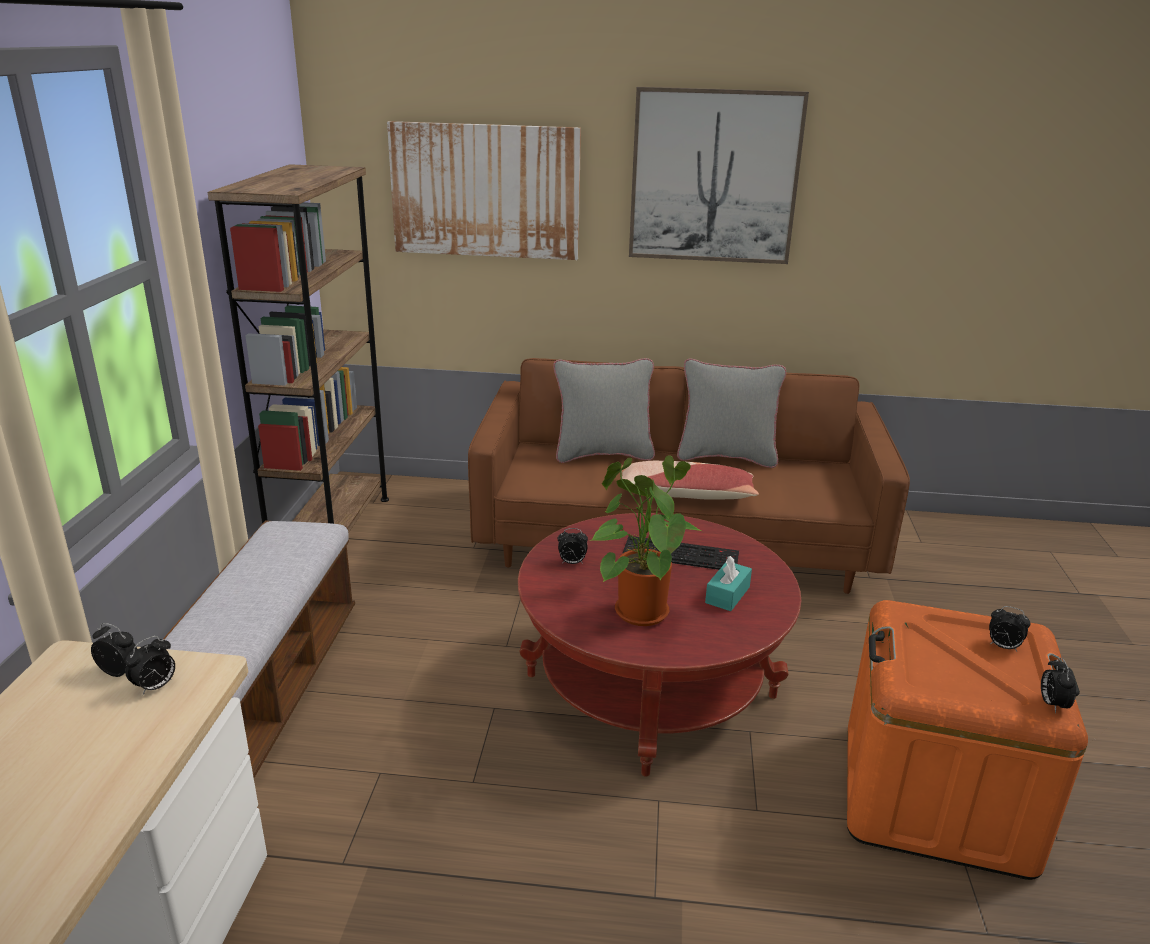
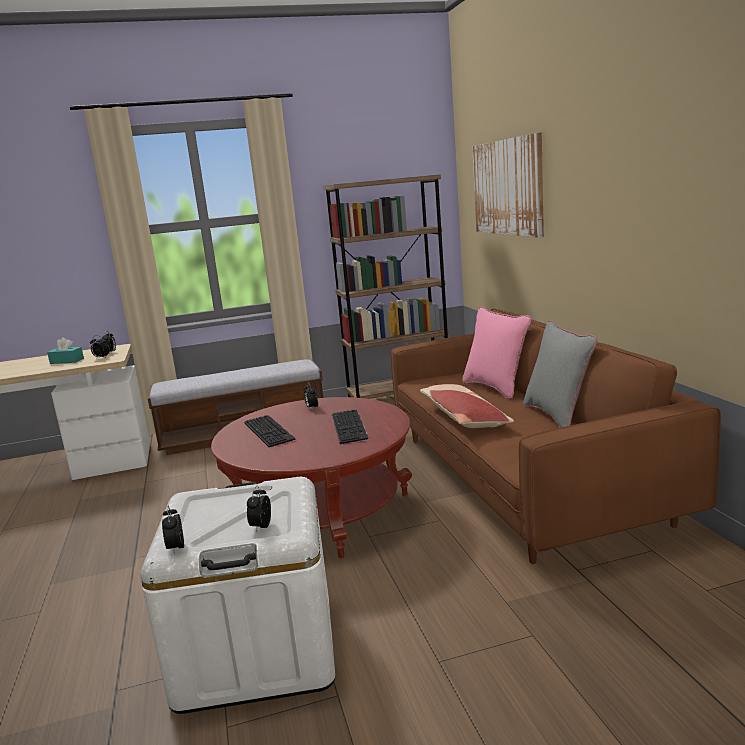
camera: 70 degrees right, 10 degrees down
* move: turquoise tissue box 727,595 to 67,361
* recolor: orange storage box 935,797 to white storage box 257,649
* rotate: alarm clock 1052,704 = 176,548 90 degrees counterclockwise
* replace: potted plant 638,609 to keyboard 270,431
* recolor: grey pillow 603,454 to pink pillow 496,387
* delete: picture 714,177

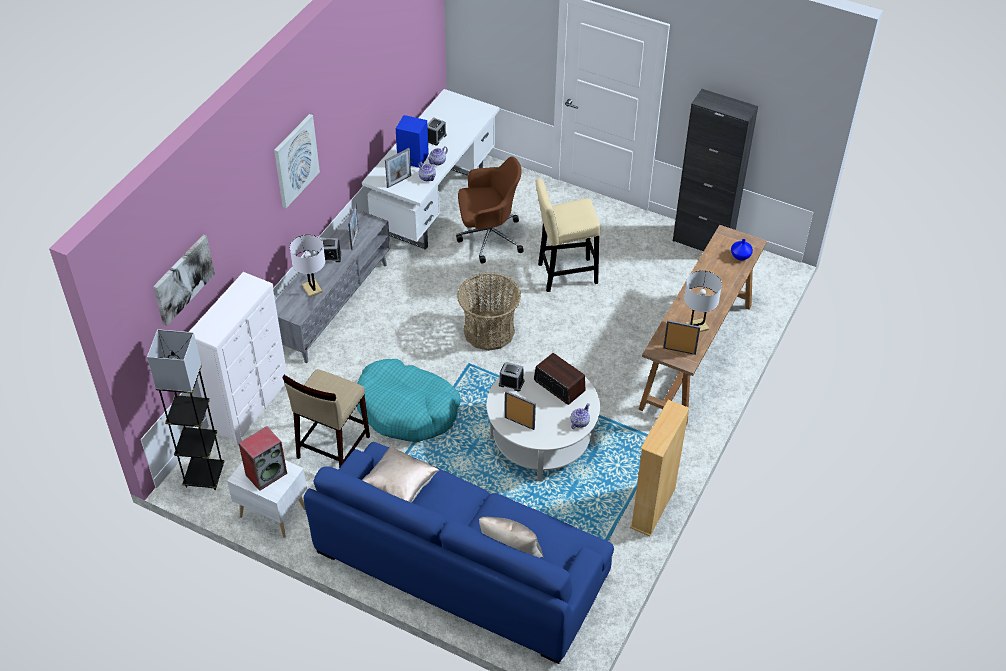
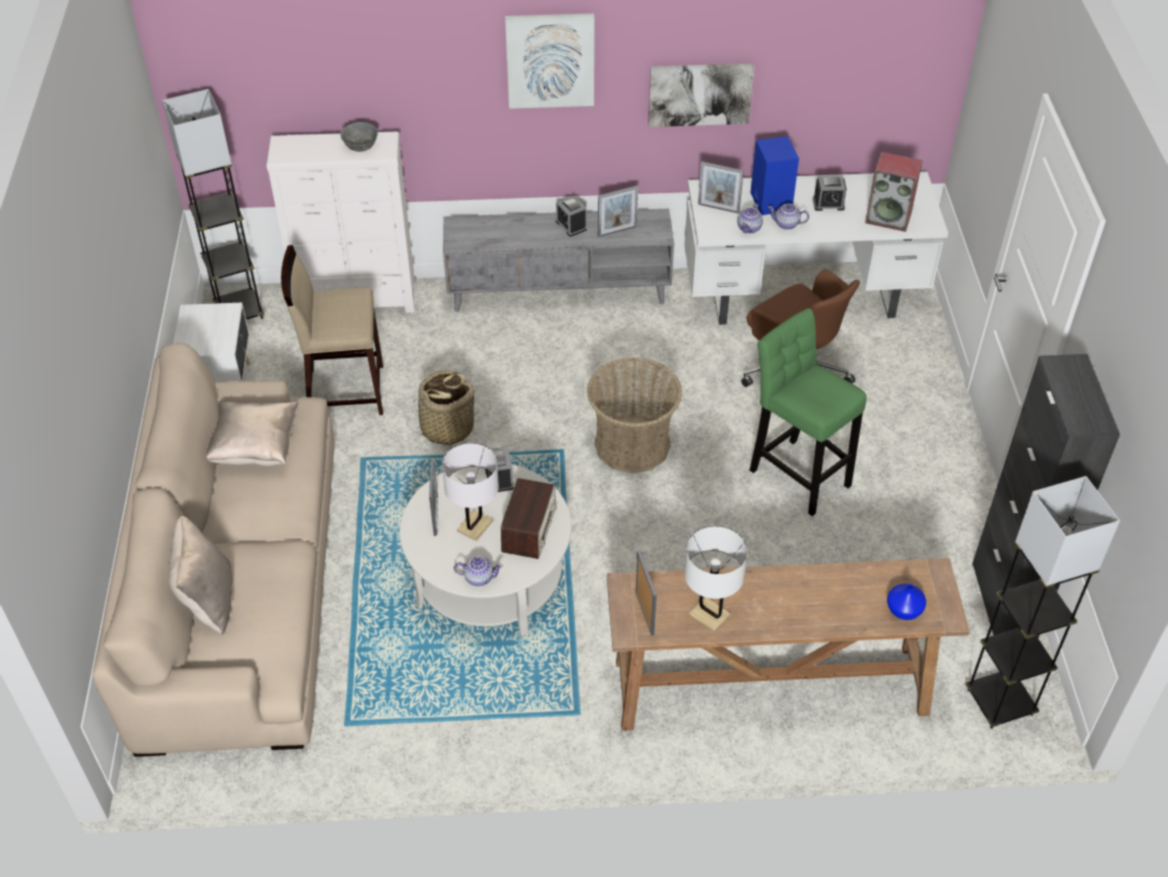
camera: 60 degrees right, 0 degrees up
* recolor: blue sofa 461,563 to beige sofa 241,586
* insert: grey bowl 361,147
* replace: turquoise dog bed 407,409 to basket 447,428
* move: white table lamp 312,288 to 475,526
* move: picture 183,279 to 700,93
* recolor: beige stool 564,274 to green stool 796,473
* move: speaker 266,473 to 889,217
* insert: grey floor lamp 999,702
* delete: beige bookcase 653,508

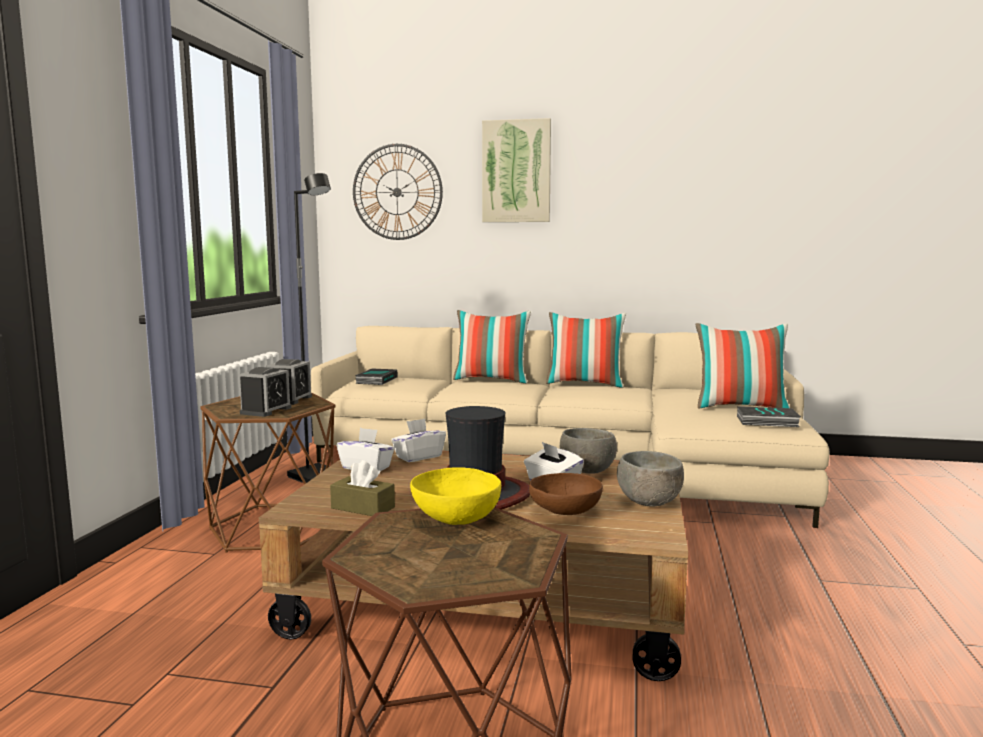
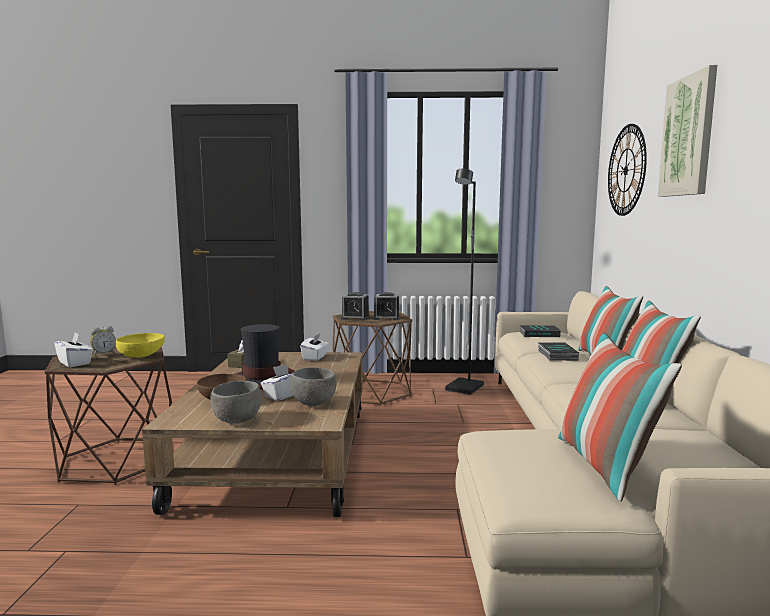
camera: 80 degrees right, 0 degrees up
* move: white tissue box 418,457 to 75,363
* insert: alarm clock 104,354
* move: book 766,422 to 556,355

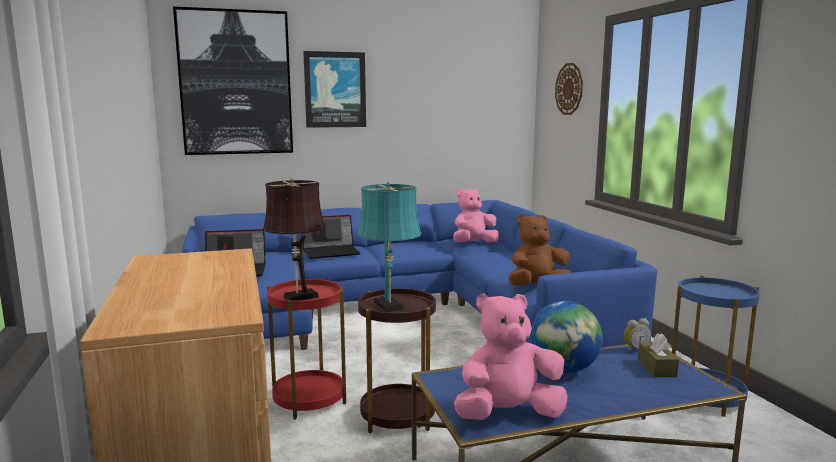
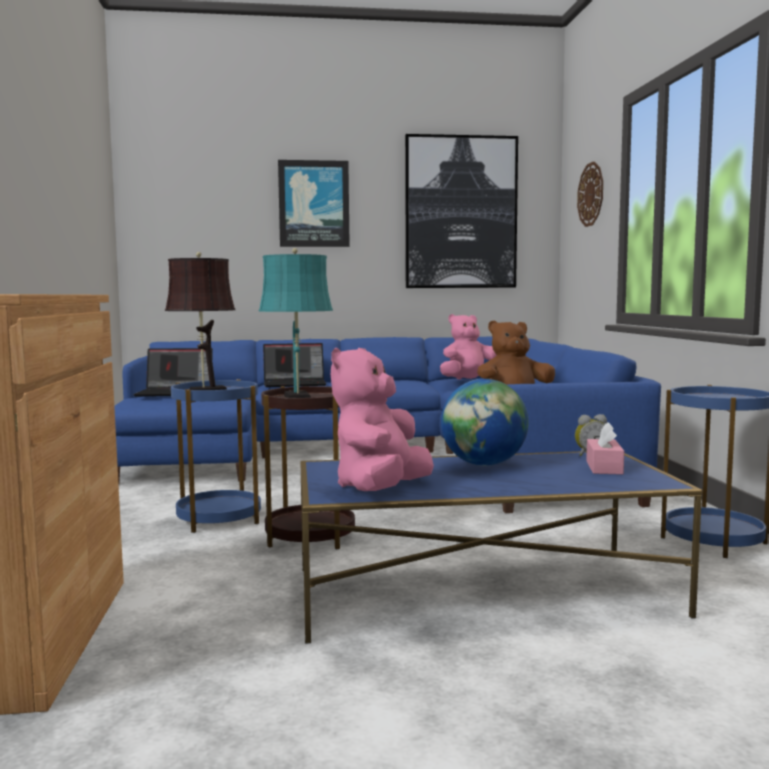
camera: 10 degrees right, 5 degrees down
* recolor: red side table 309,400 to blue side table 219,519
* rotate: pink plush toy 508,414 = 381,490 60 degrees counterclockwise
* move: picture 236,83 to 460,212
* recolor: brown tissue box 656,368 to pink tissue box 604,467

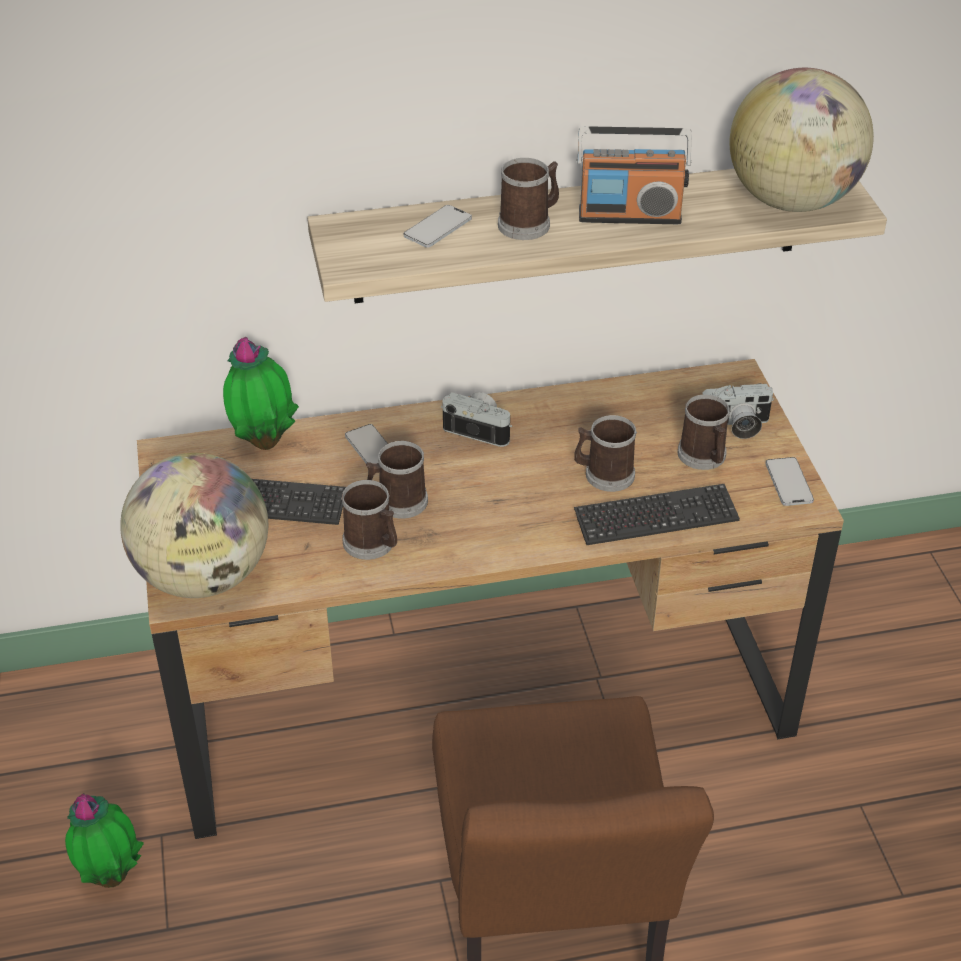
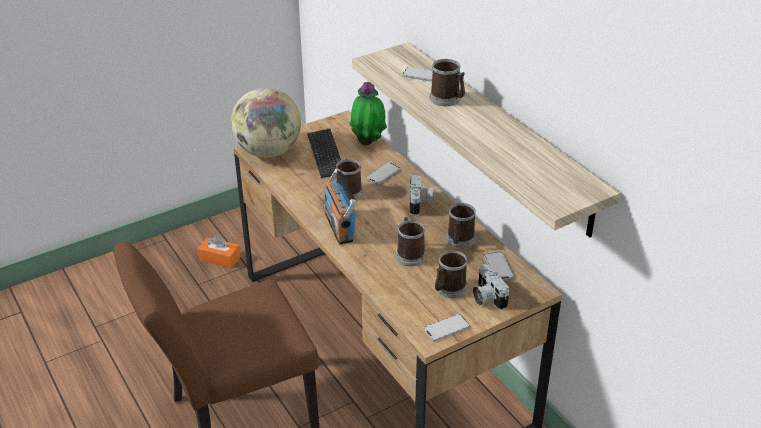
camera: 70 degrees right, 5 degrees down
* replace: potted plant 111,875 to orange tissue box 220,259
* move: radio 629,215 to 339,226
* move: mug 373,544 to 459,240
* insert: phone 498,267
* delete: keyboard 656,517
* delete: globe 791,201

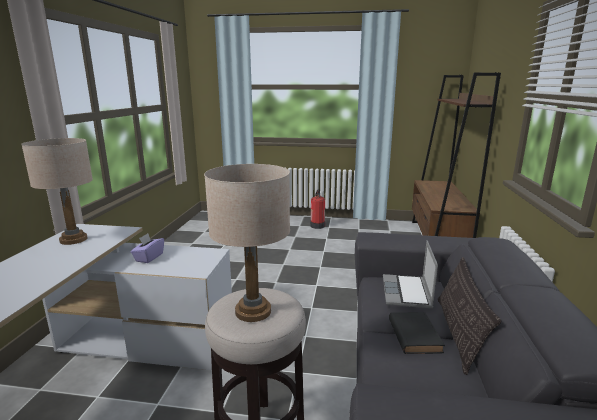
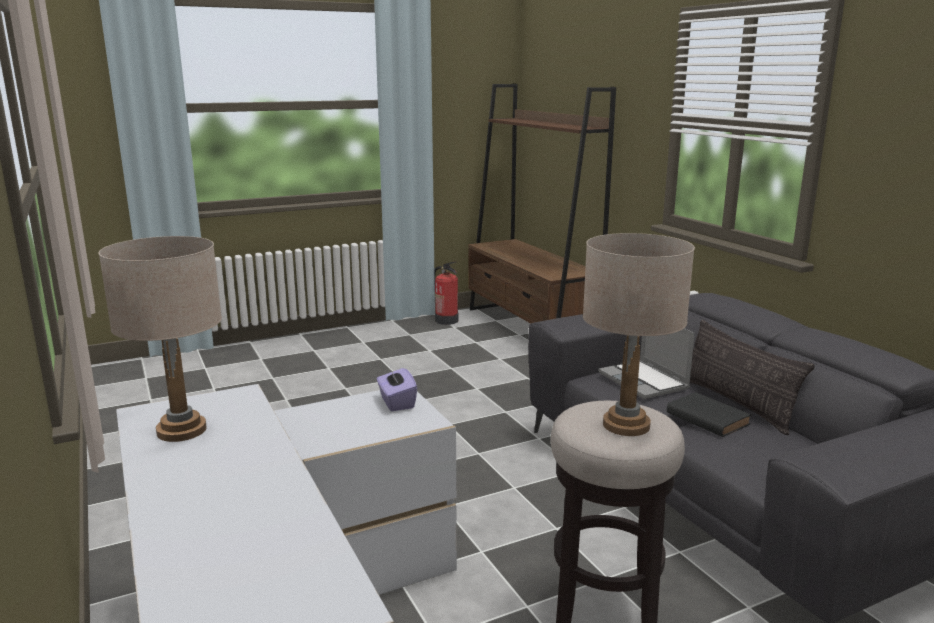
camera: 35 degrees left, 0 degrees up
* move: purple tissue box 149,257 to 396,402
* move: fire extinguisher 317,226 to 446,320

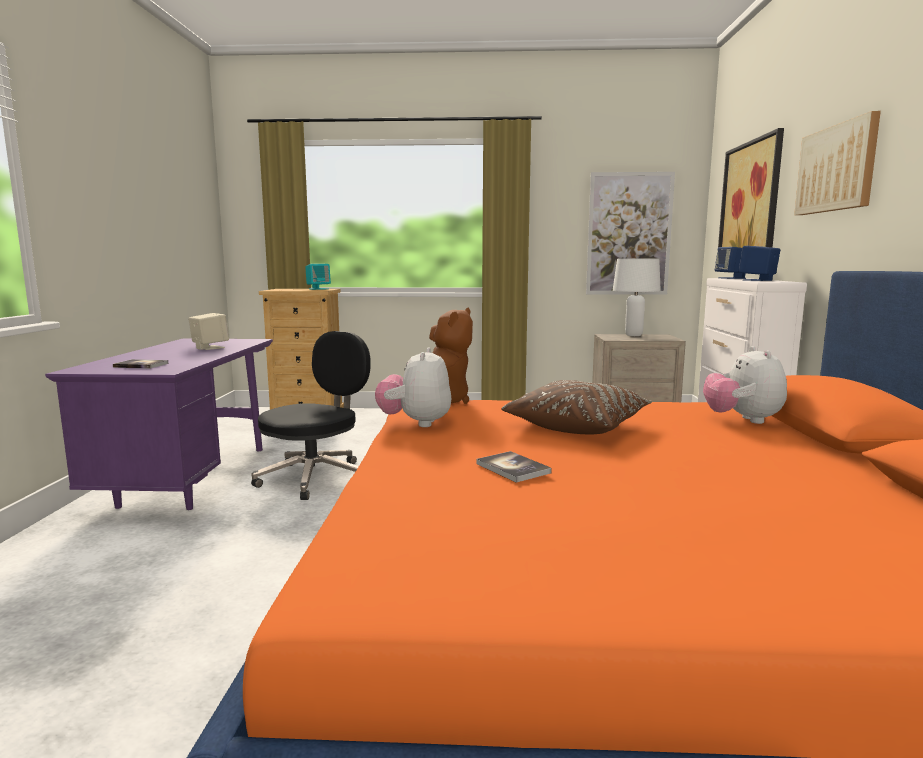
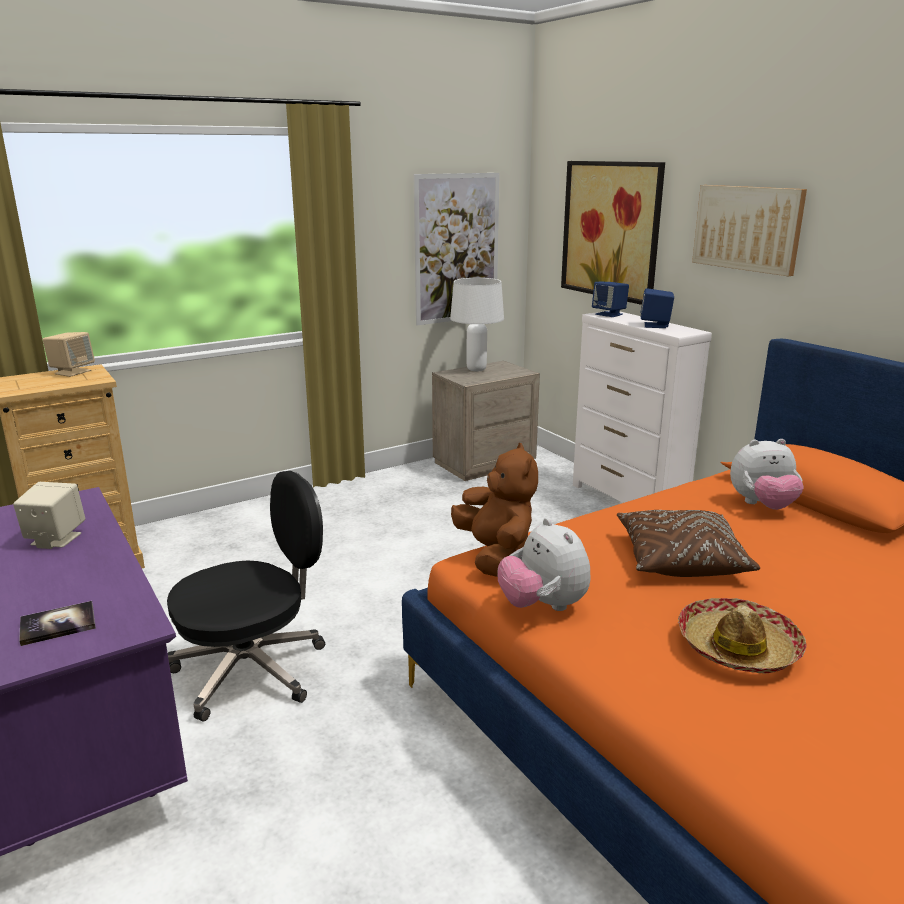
camera: 35 degrees left, 10 degrees up
* recolor: turquoise speaker 318,289 to beige speaker 72,372
* rotate: black office chair 316,477 = 253,669 60 degrees clockwise
* replace: book 513,468 to hat 737,647
* rotate: plush toy 742,420 = 762,506 60 degrees counterclockwise

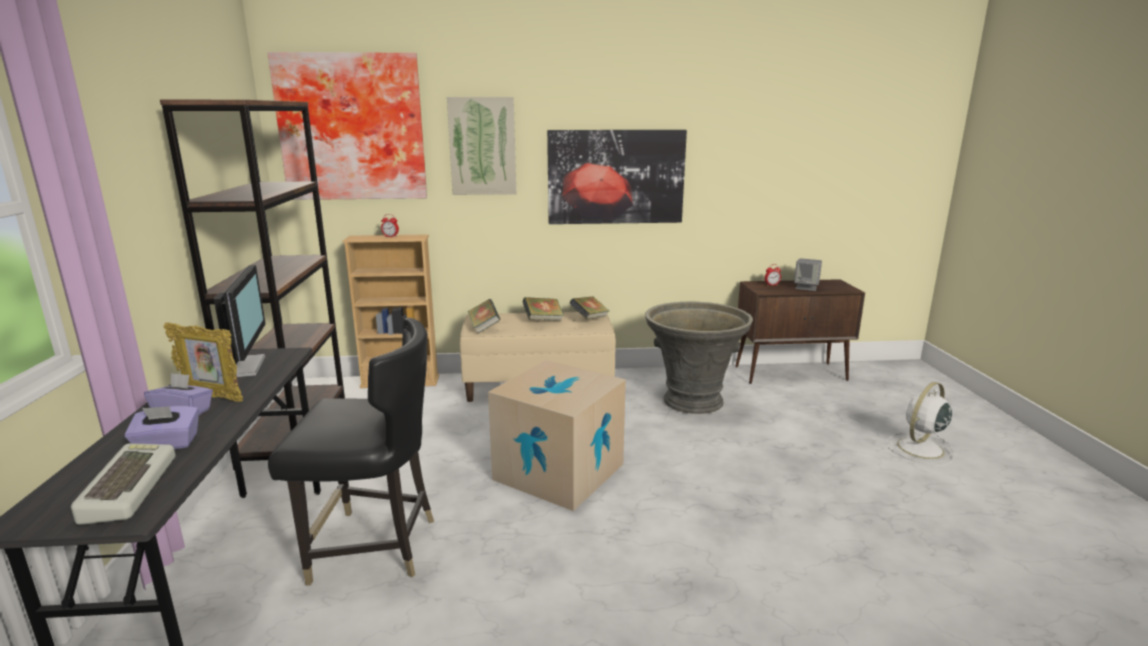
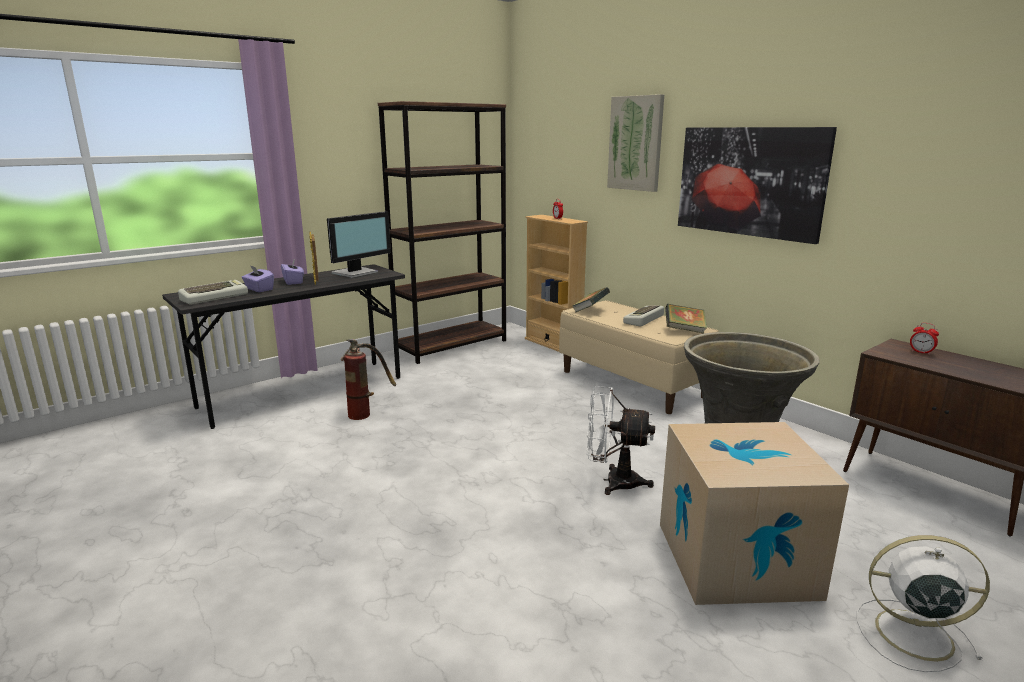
camera: 55 degrees right, 0 degrees up
* replace: black chair 374,547 to fire extinguisher 366,412
* insert: white fan 613,481
* replace: book 543,320 to keyboard 644,319
* move: cardboard box 559,472 to 735,559
* delete: picture 352,128
* delete: grey speaker 806,287

